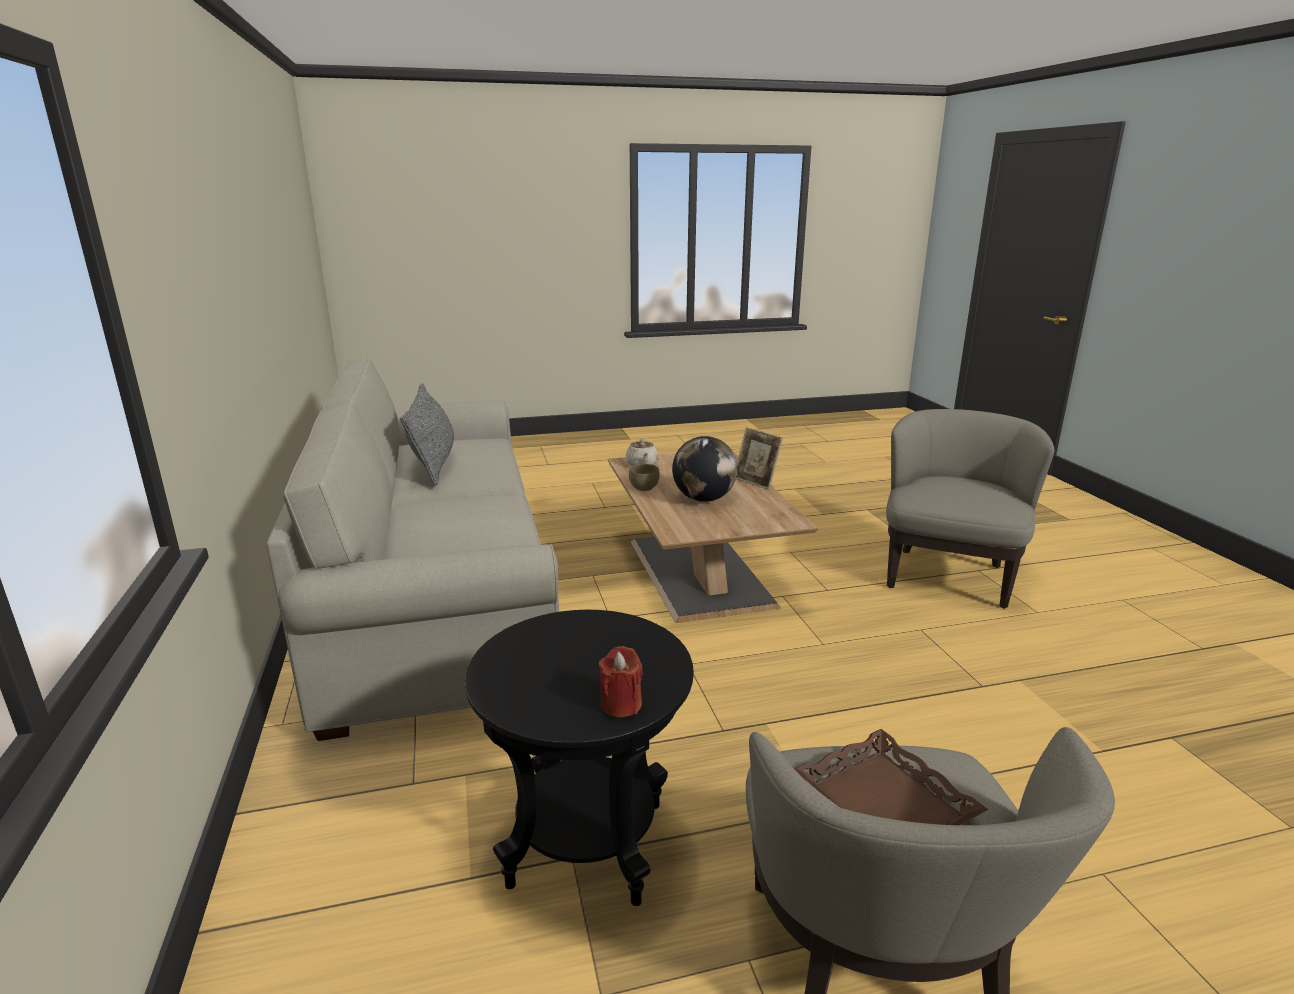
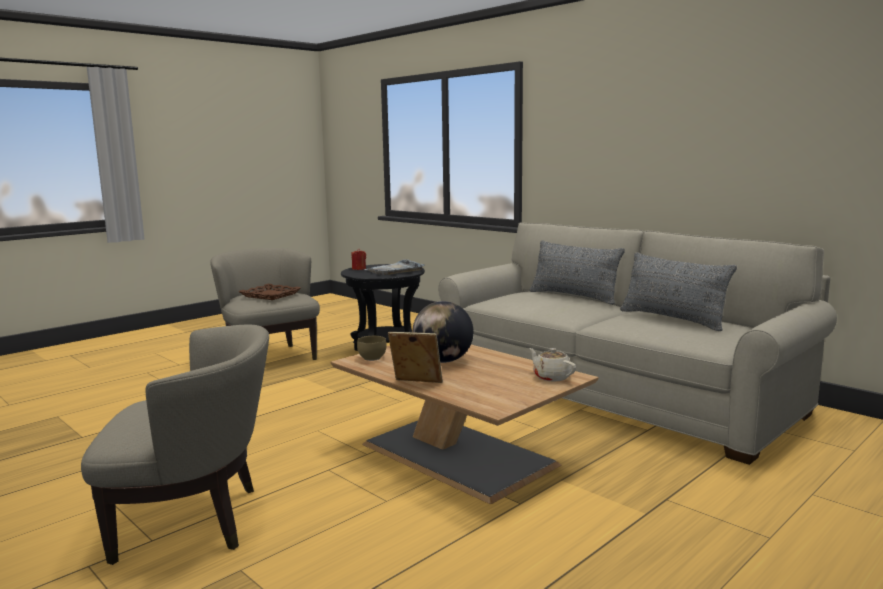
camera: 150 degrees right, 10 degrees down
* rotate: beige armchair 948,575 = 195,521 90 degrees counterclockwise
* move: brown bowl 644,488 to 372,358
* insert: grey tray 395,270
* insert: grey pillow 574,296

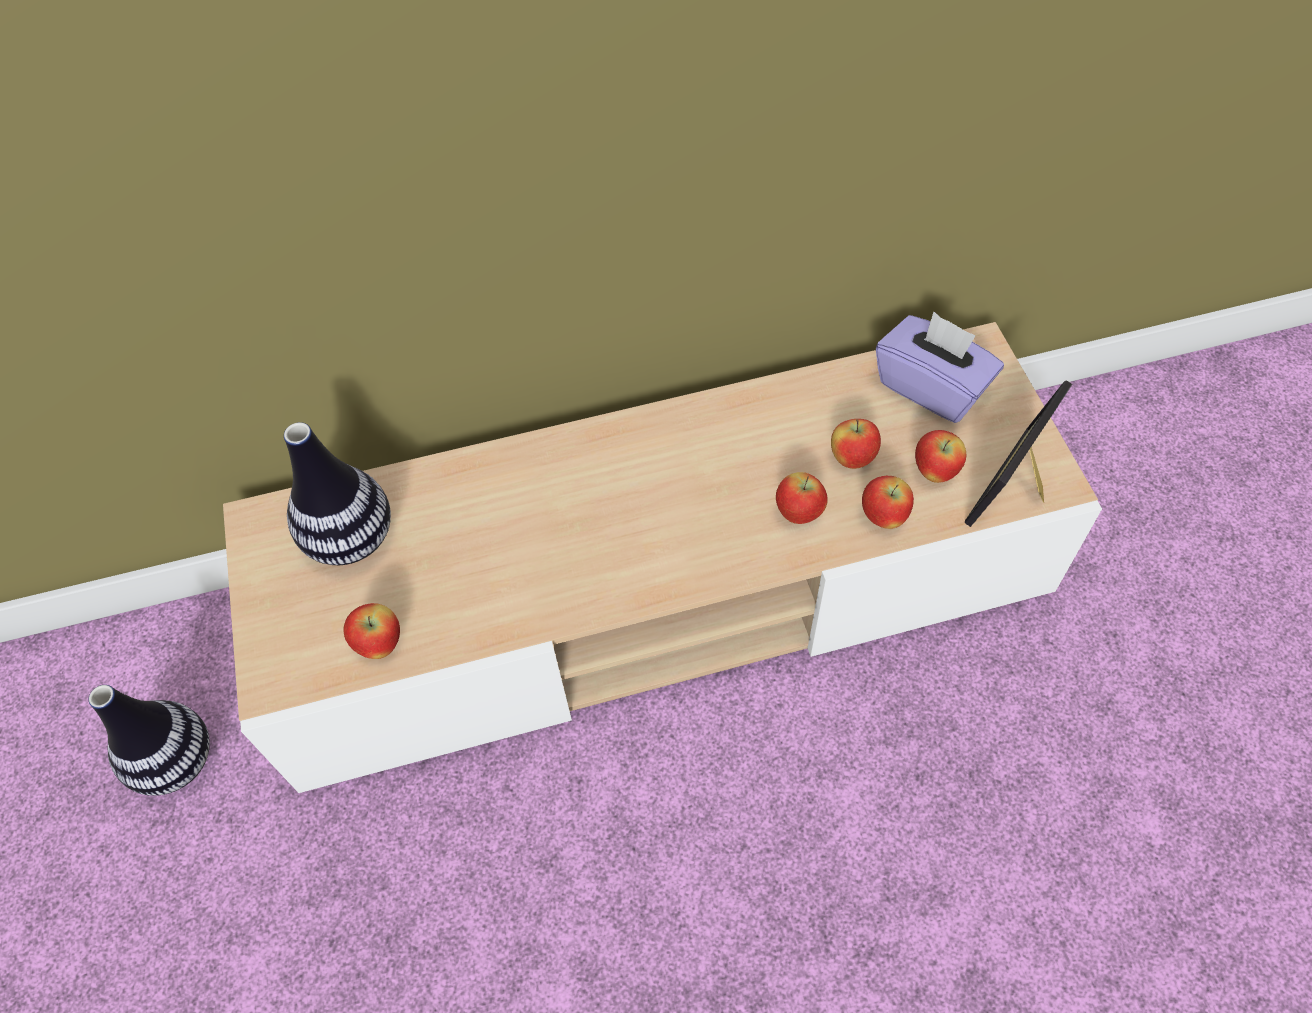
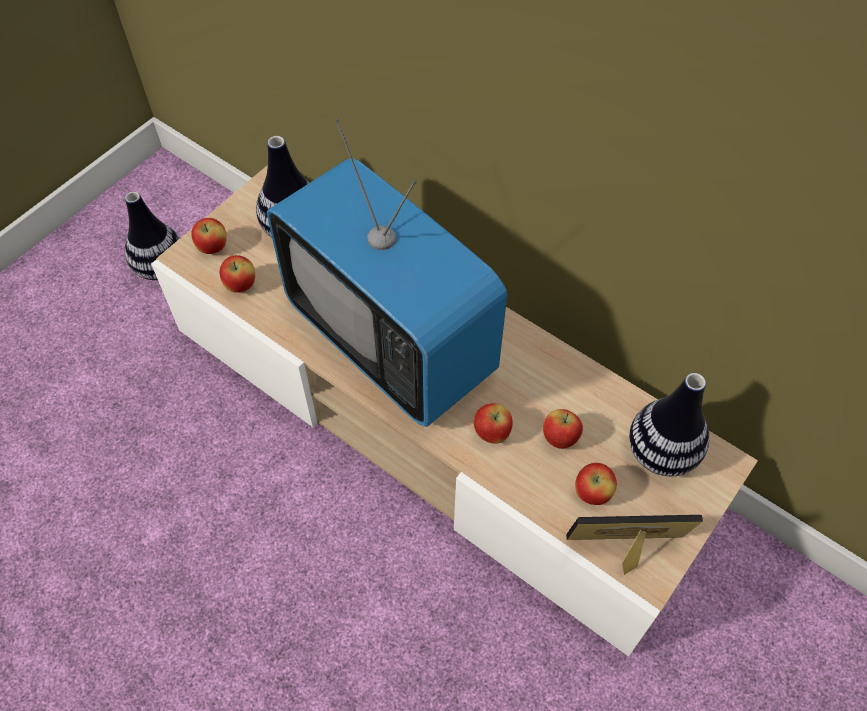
camera: 50 degrees right, 0 degrees up
* move: apple 883,516 to 213,248
* insert: television 391,340
* replace: purple tissue box 932,387 to vase 661,452

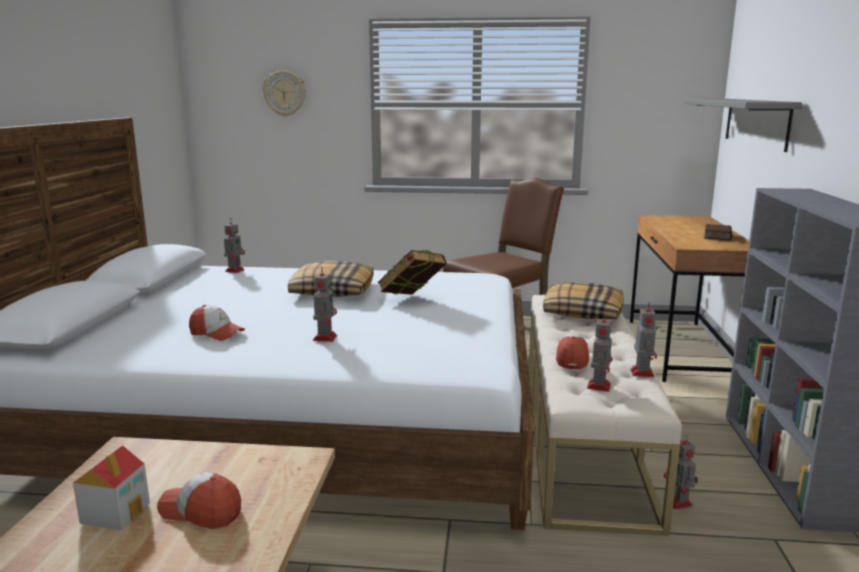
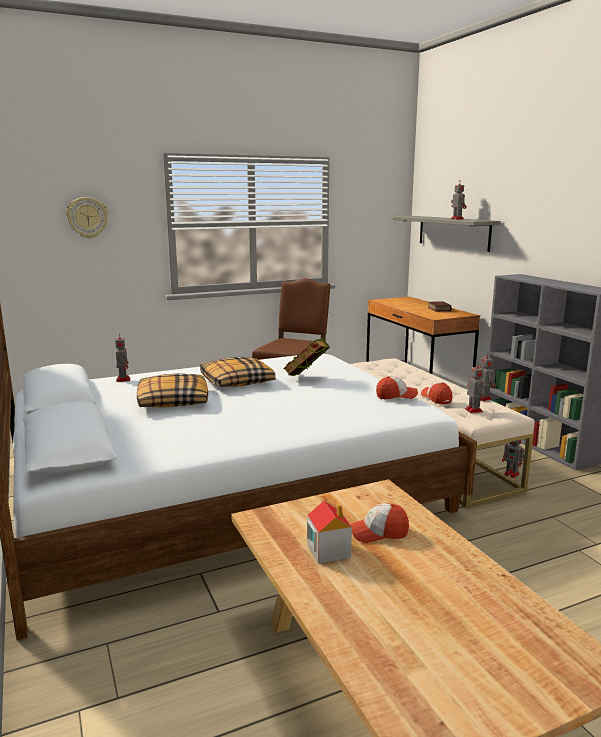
camera: 30 degrees left, 0 degrees up
* move: pillow 582,312 to 172,401
* move: cap 216,333 to 396,396
* move: toy robot 325,337 to 456,219

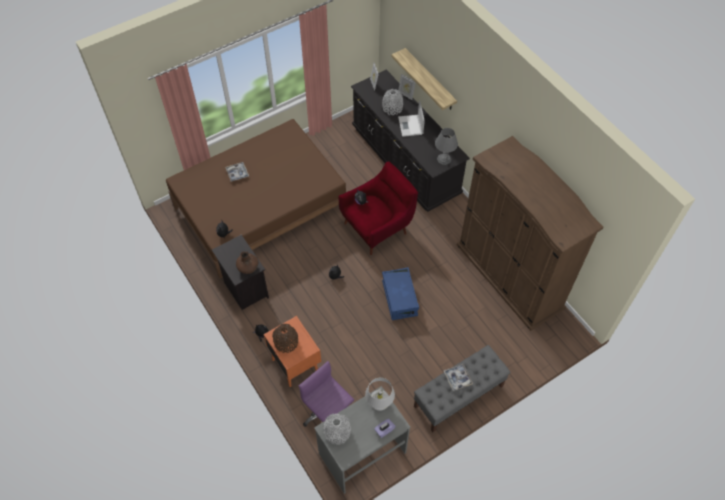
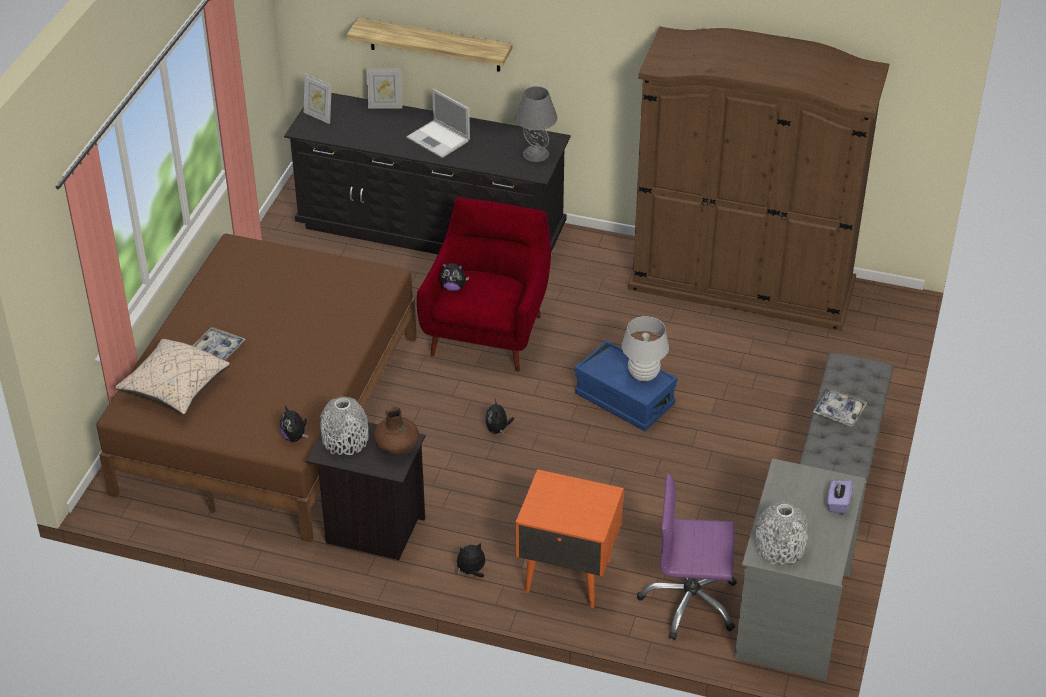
camera: 40 degrees left, 15 degrees down
* insert: beige pillow 175,388
* move: grey vase 392,108 to 345,440
* move: white table lamp 379,403 to 643,375
* delete: brown vase 286,342

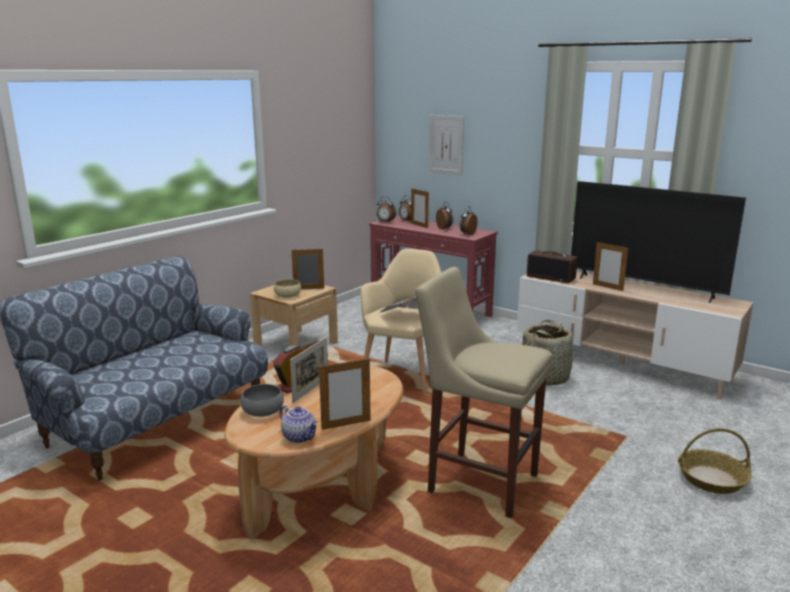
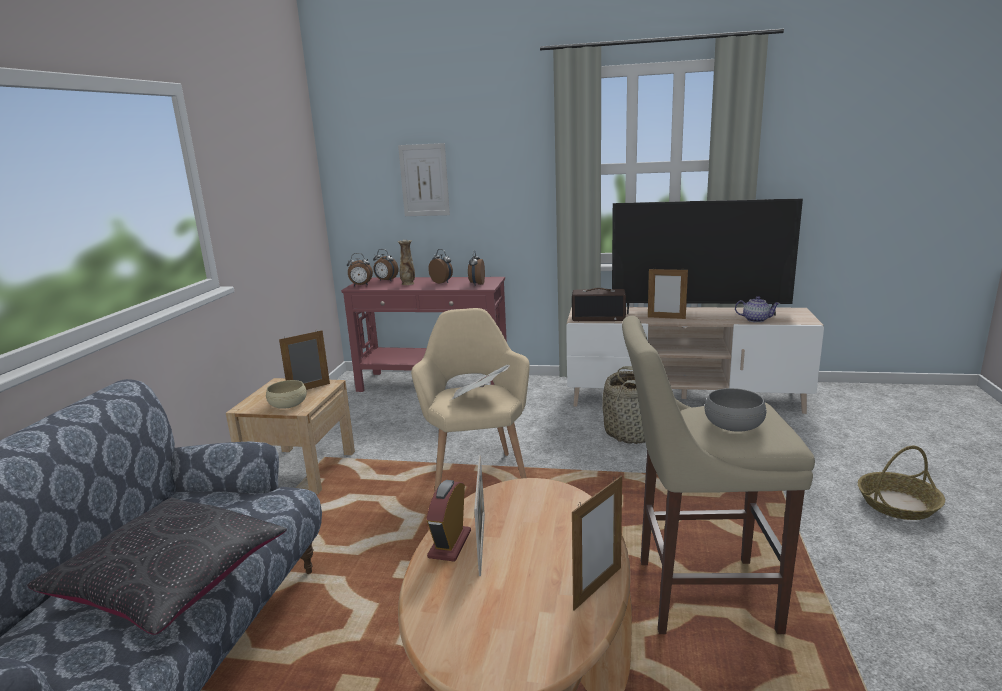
camera: 25 degrees left, 0 degrees up
* insert: black pillow 170,581
* replace: picture frame 419,225 to vase 408,283
* move: grey bowl 263,411 to 734,424
* move: teapot 300,437 to 756,320

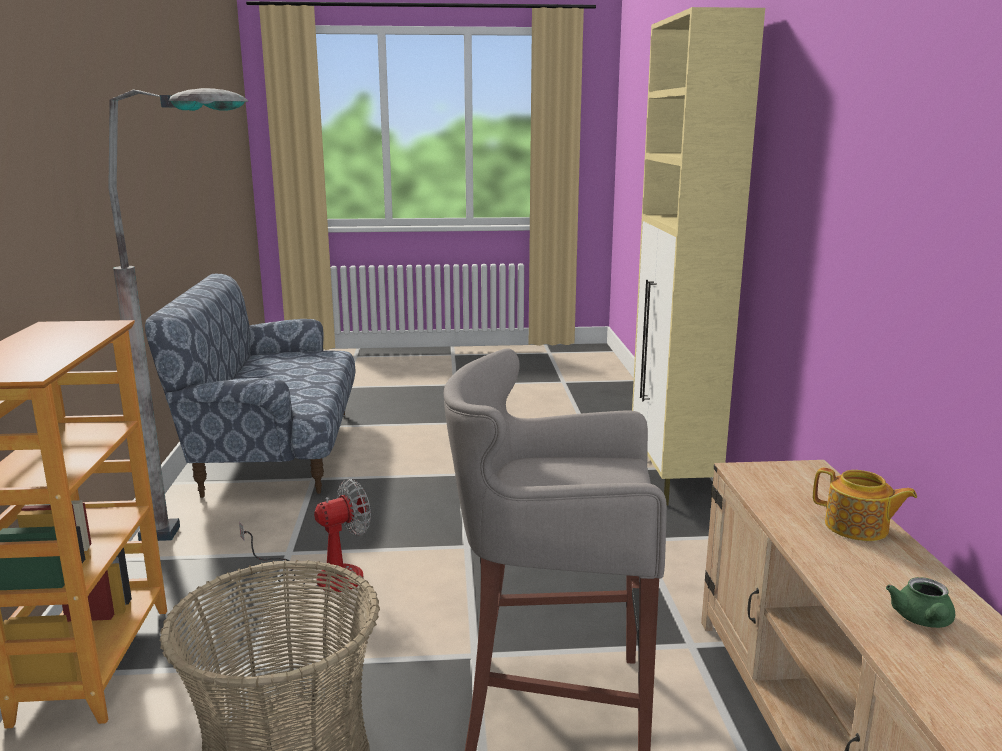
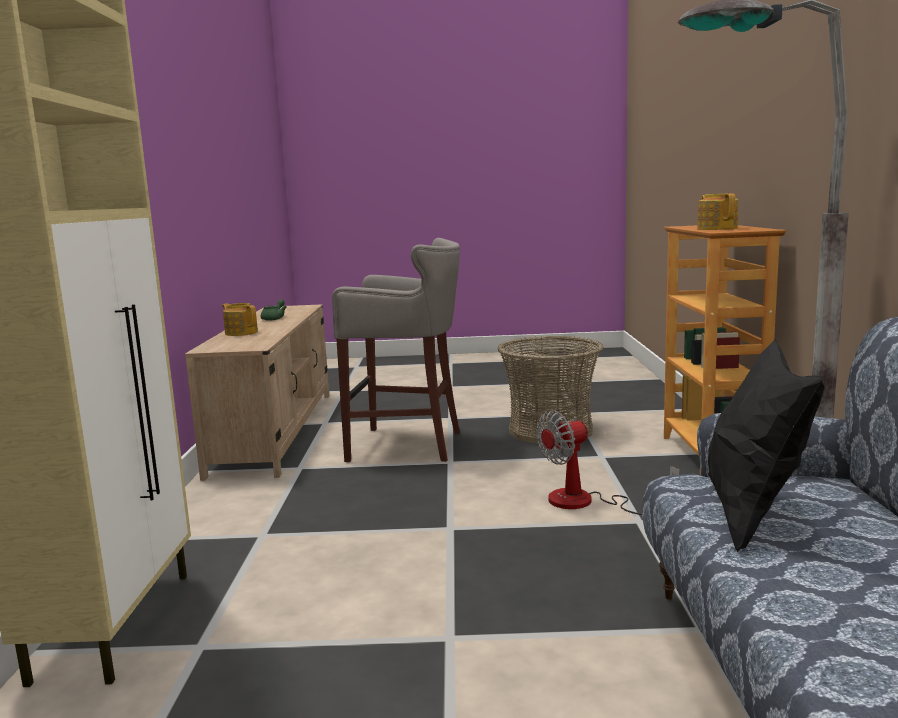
camera: 175 degrees left, 5 degrees down
* insert: teapot 717,229
* insert: black pillow 753,514

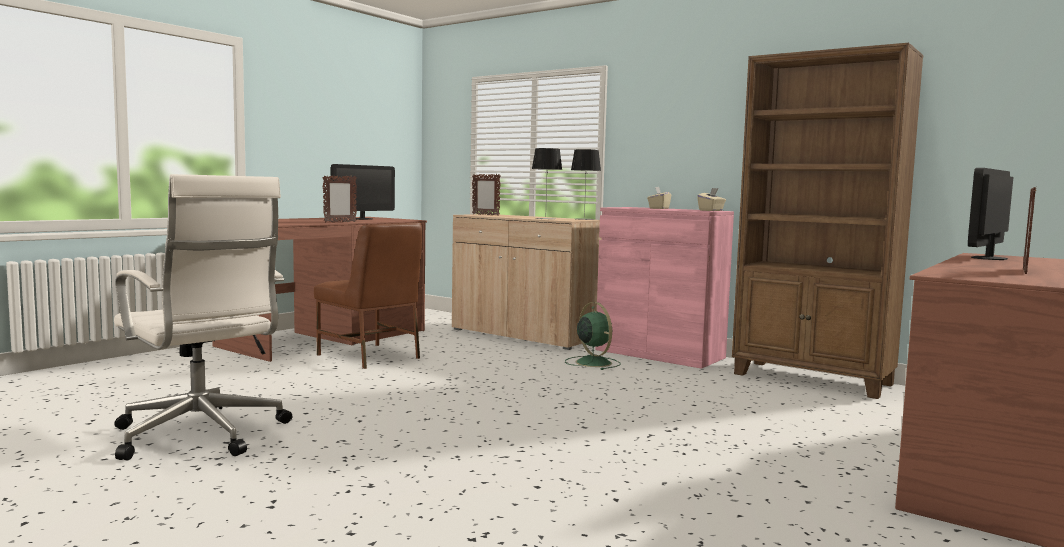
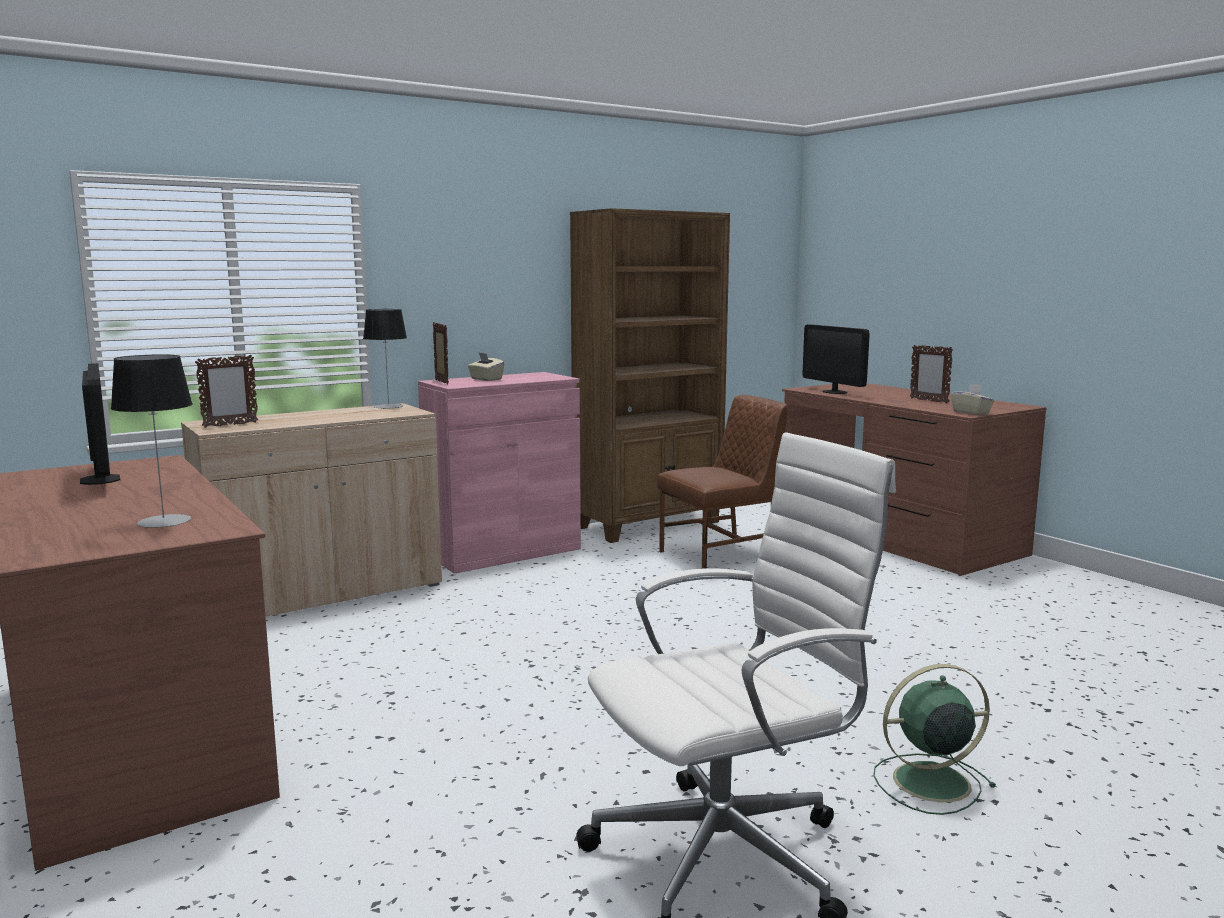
camera: 70 degrees left, 5 degrees up
* move: table lamp 545,218 to 164,521
* move: picture frame 339,222 to 441,382
* move: brown chair 370,356 to 721,556
* move: green fan 592,362 to 928,782
* move: beige tissue box 711,210 to 971,413

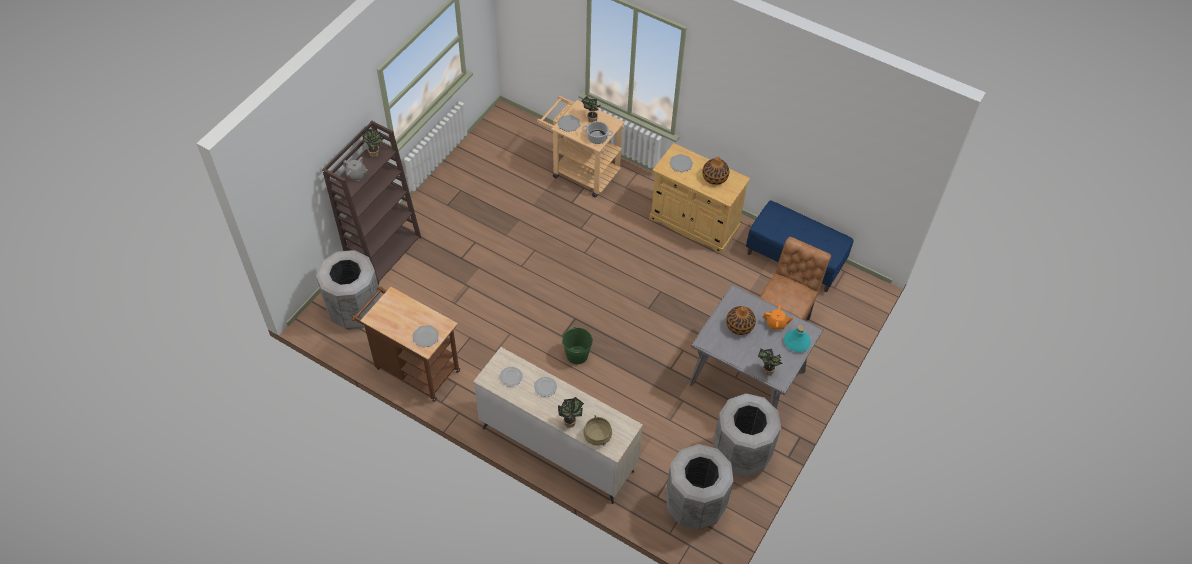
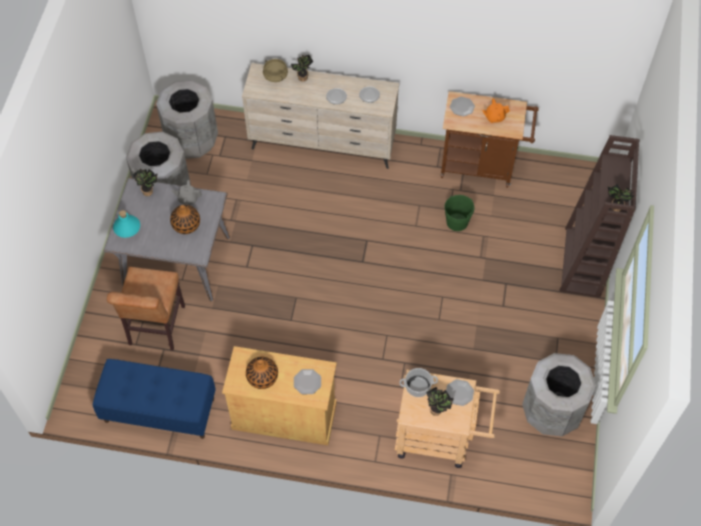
camera: 160 degrees right, 5 degrees up
* move: grey teapot 357,175 to 188,199
* move: green bucket 577,355 to 457,222
* move: orange teapot 776,324 to 494,117
* move: grey trash can 355,311 to 551,411

